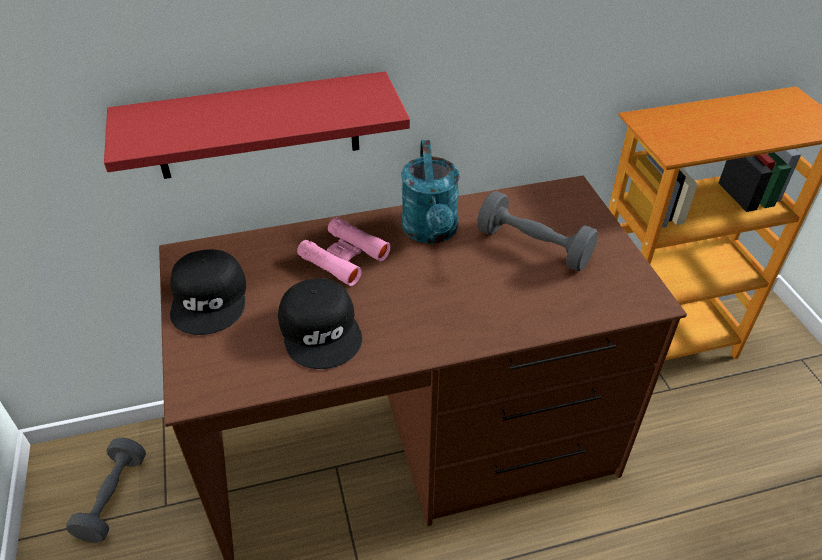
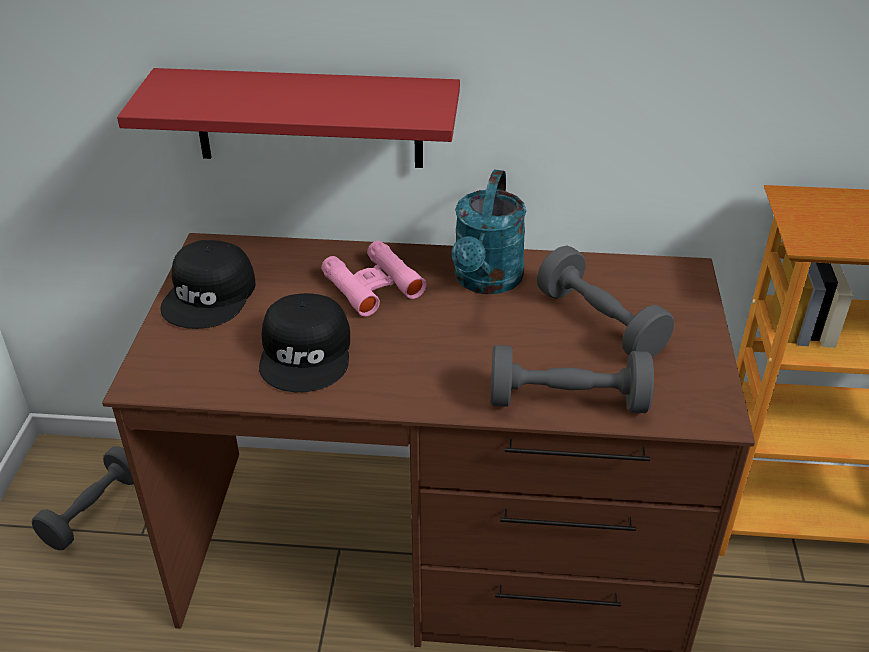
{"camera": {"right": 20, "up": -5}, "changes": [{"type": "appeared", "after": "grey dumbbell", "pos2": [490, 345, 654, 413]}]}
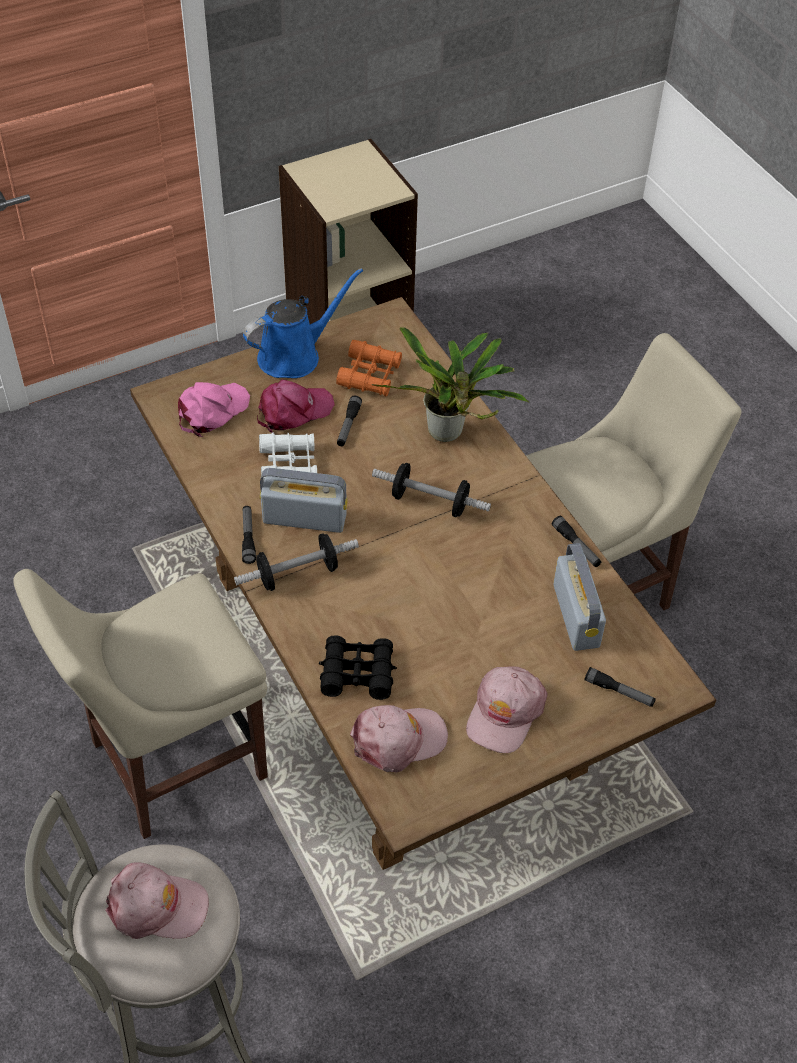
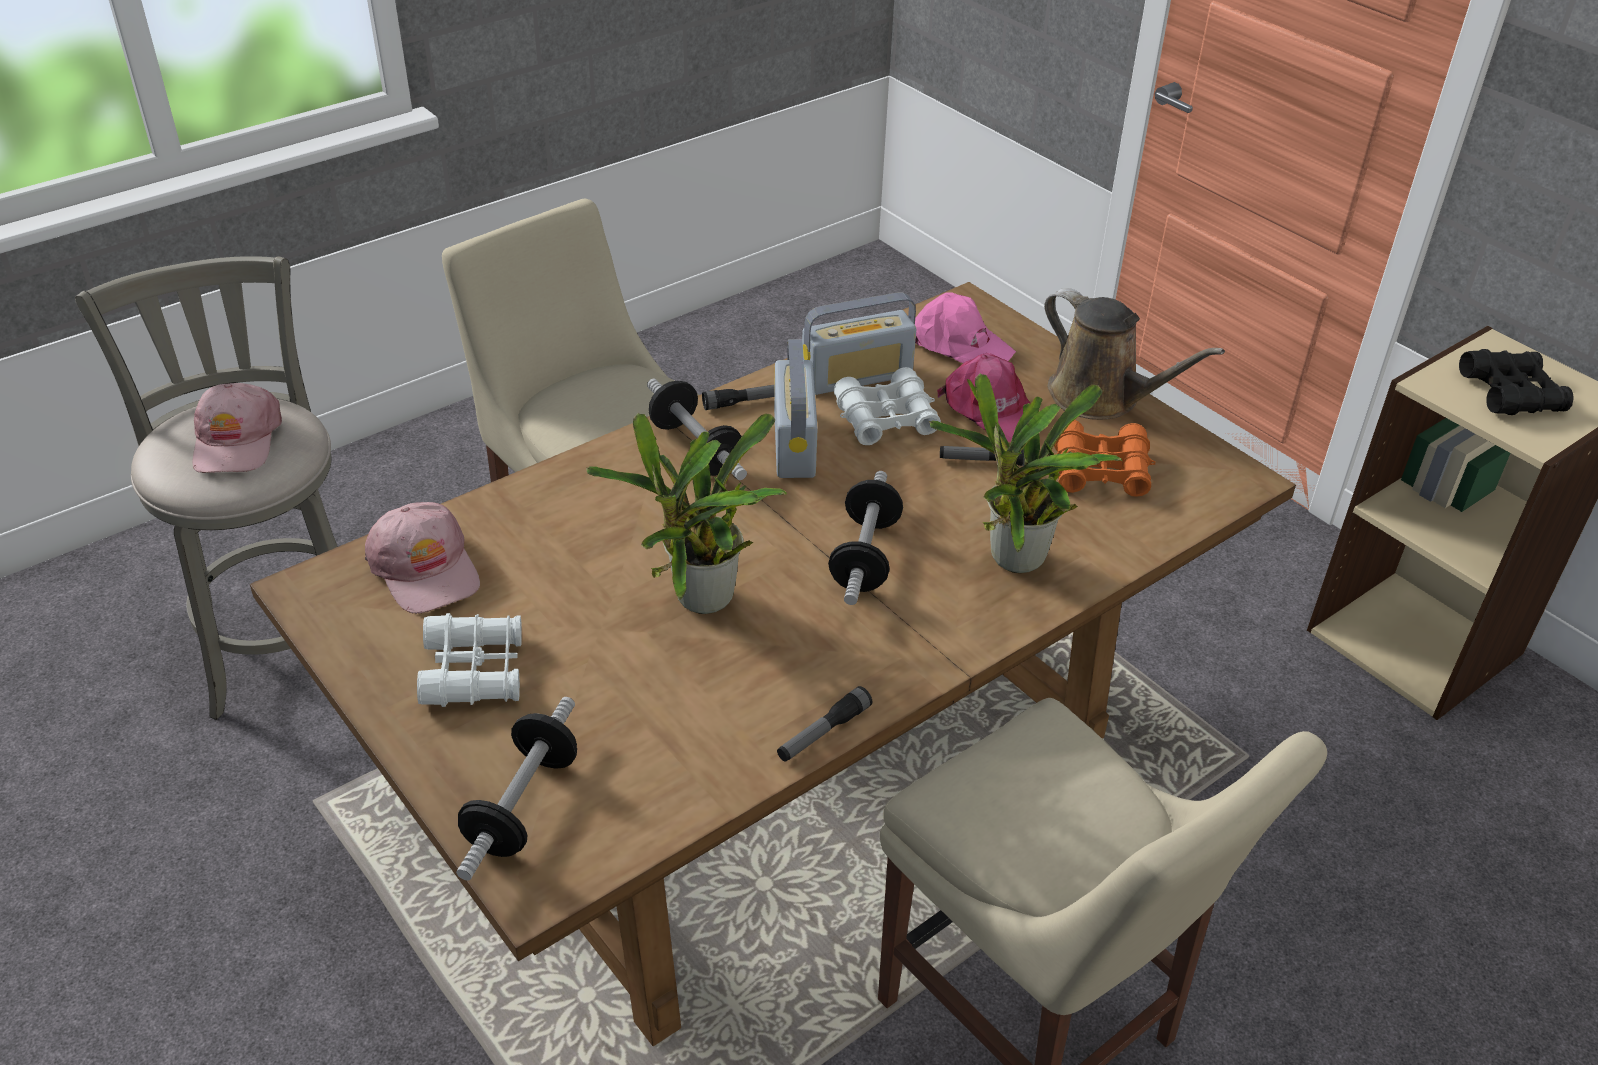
{"camera": {"right": 80, "up": -10}, "changes": [{"type": "appeared", "after": "potted plant", "pos2": [585, 413, 787, 614]}, {"type": "relocated", "before": "black binoculars", "pos1": [319, 636, 397, 700], "pos2": [1459, 349, 1574, 415]}, {"type": "relocated", "before": "radio", "pos1": [553, 543, 606, 651], "pos2": [802, 292, 916, 395]}, {"type": "exchanged", "before": "pink cap", "after": "white binoculars", "pos1": [466, 666, 548, 753], "pos2": [417, 613, 522, 707]}, {"type": "exchanged", "before": "flashlight", "after": "dumbbell", "pos1": [584, 667, 656, 707], "pos2": [456, 697, 577, 880]}, {"type": "colour", "before": "blue watering can", "after": "brown watering can", "pos1": [243, 268, 363, 378], "pos2": [1044, 288, 1225, 420]}]}
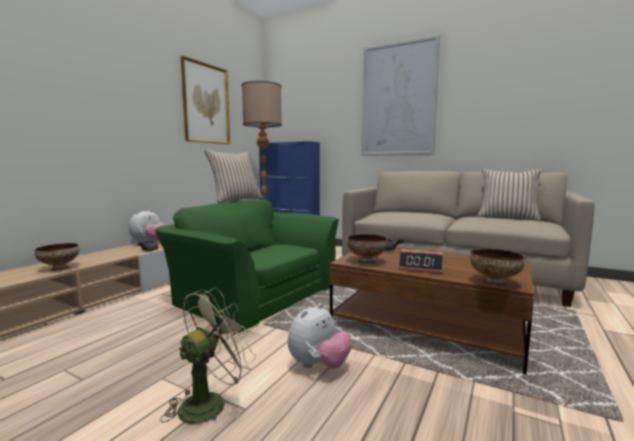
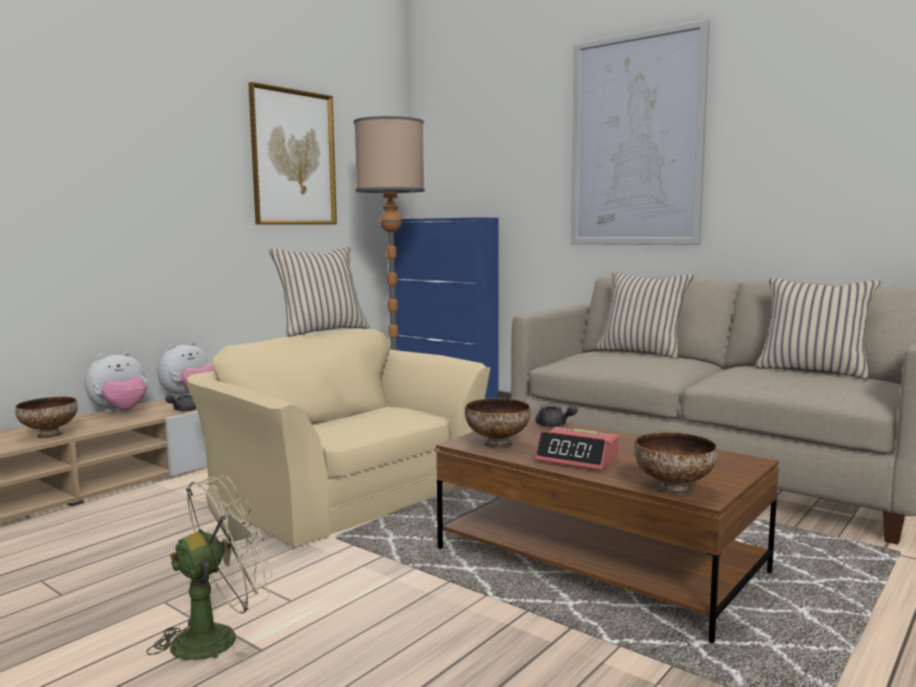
{"camera": {"right": 10, "up": 0}, "changes": [{"type": "appeared", "after": "beige pillow", "pos2": [596, 272, 694, 359]}, {"type": "relocated", "before": "plush toy", "pos1": [288, 303, 352, 369], "pos2": [85, 351, 147, 413]}, {"type": "colour", "before": "green armchair", "after": "beige armchair", "pos1": [155, 199, 339, 333], "pos2": [187, 329, 491, 548]}]}
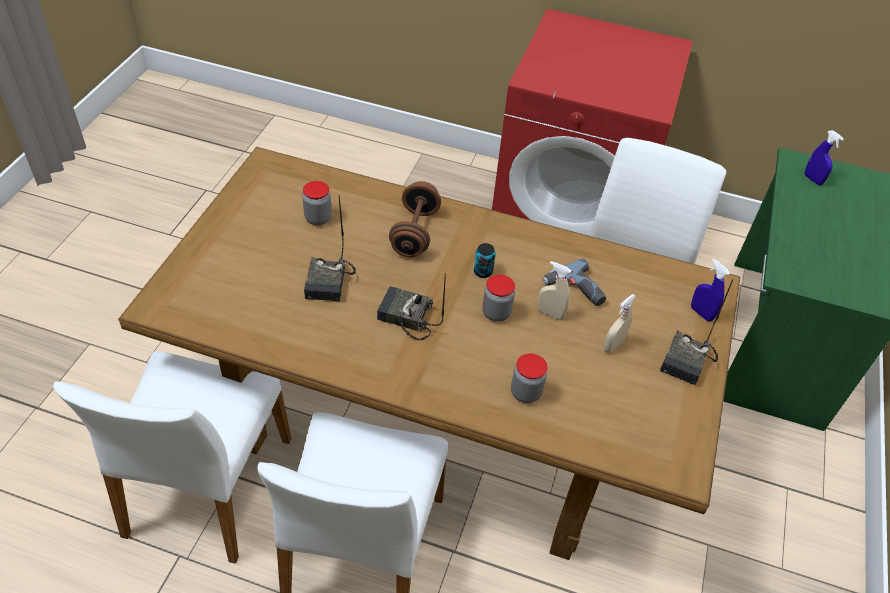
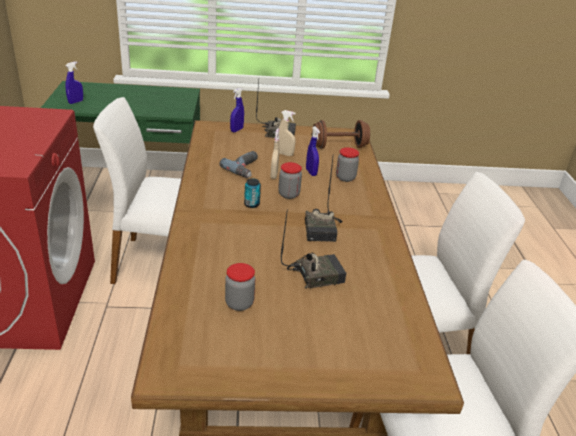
{"camera": {"right": -110, "up": -15}, "changes": [{"type": "appeared", "after": "blue spray bottle", "pos2": [306, 126, 320, 176]}, {"type": "relocated", "before": "brown dumbbell", "pos1": [389, 181, 441, 257], "pos2": [312, 120, 370, 148]}]}
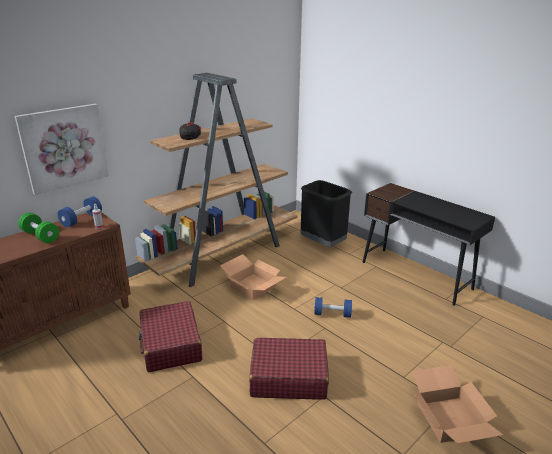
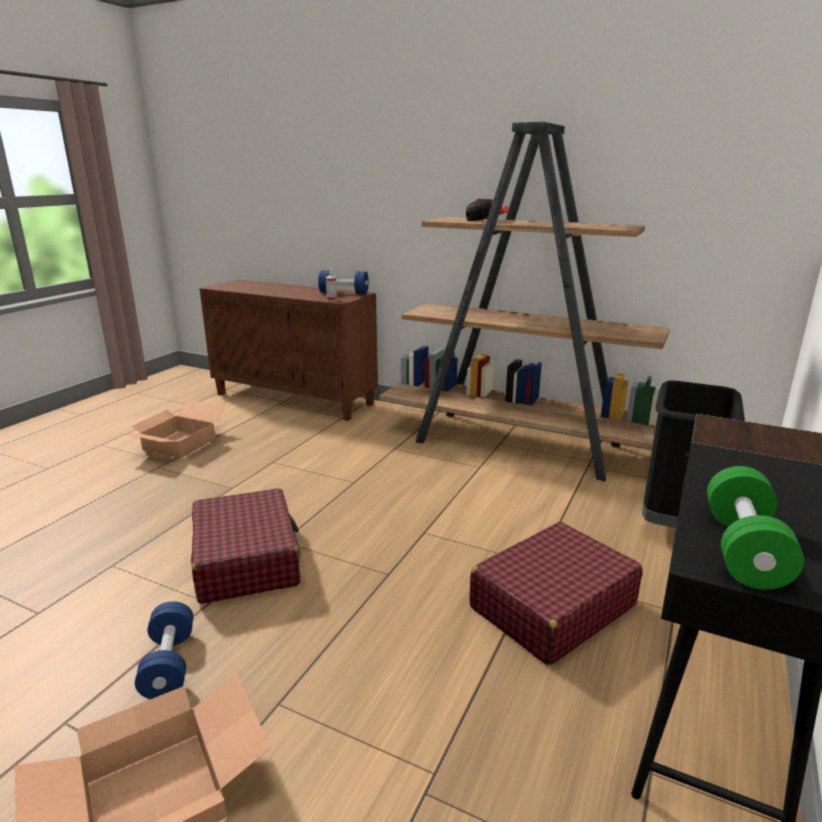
{"camera": {"right": 70, "up": -5}, "changes": [{"type": "missing", "before": "picture", "pos1": [15, 104, 109, 195]}, {"type": "relocated", "before": "green dumbbell", "pos1": [18, 213, 59, 243], "pos2": [707, 466, 804, 590]}, {"type": "relocated", "before": "red suitcase", "pos1": [138, 301, 202, 372], "pos2": [470, 522, 643, 665]}, {"type": "relocated", "before": "cardboard box", "pos1": [220, 254, 286, 300], "pos2": [121, 400, 226, 459]}, {"type": "relocated", "before": "blue dumbbell", "pos1": [314, 297, 352, 318], "pos2": [135, 601, 193, 699]}]}
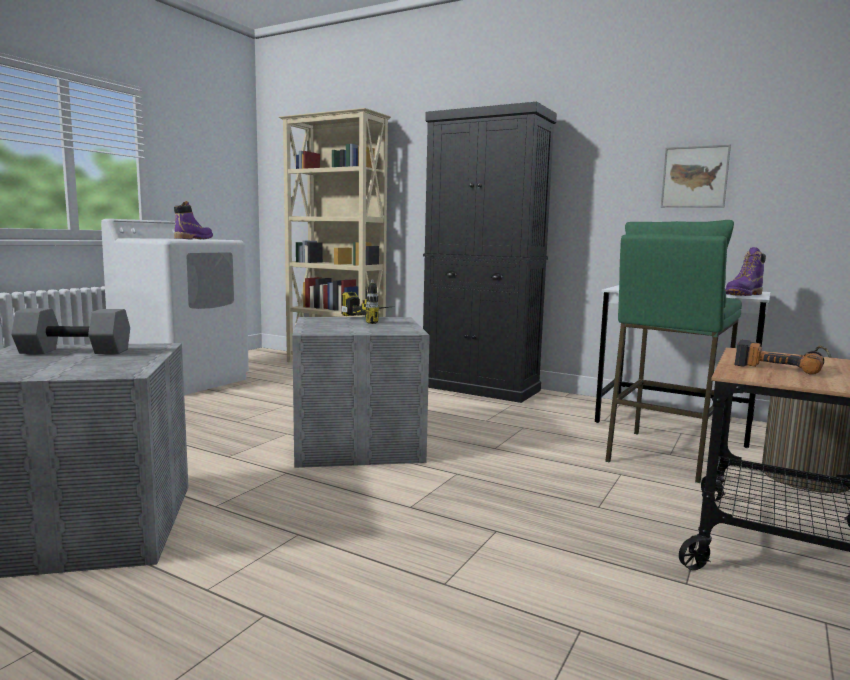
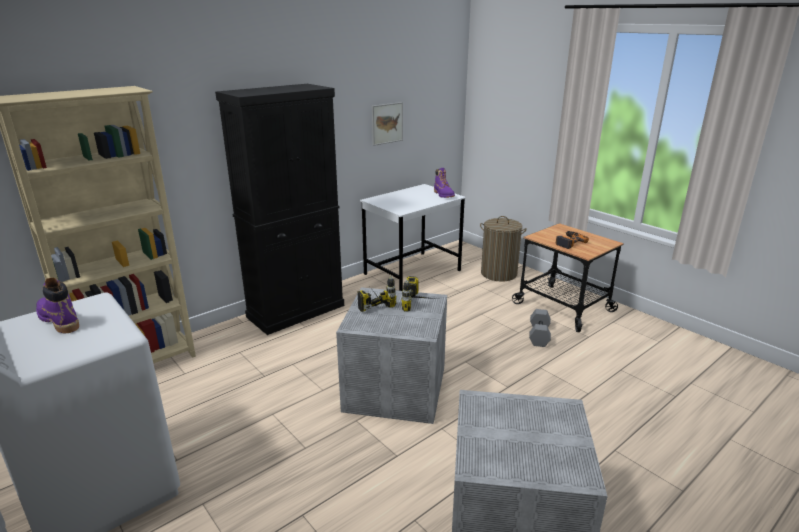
{"camera": {"right": -70, "up": 15}, "changes": [{"type": "missing", "before": "green stool", "pos1": [605, 220, 742, 483]}, {"type": "appeared", "after": "power drill", "pos2": [401, 276, 437, 312]}, {"type": "relocated", "before": "grey dumbbell", "pos1": [11, 308, 130, 354], "pos2": [529, 309, 551, 347]}]}
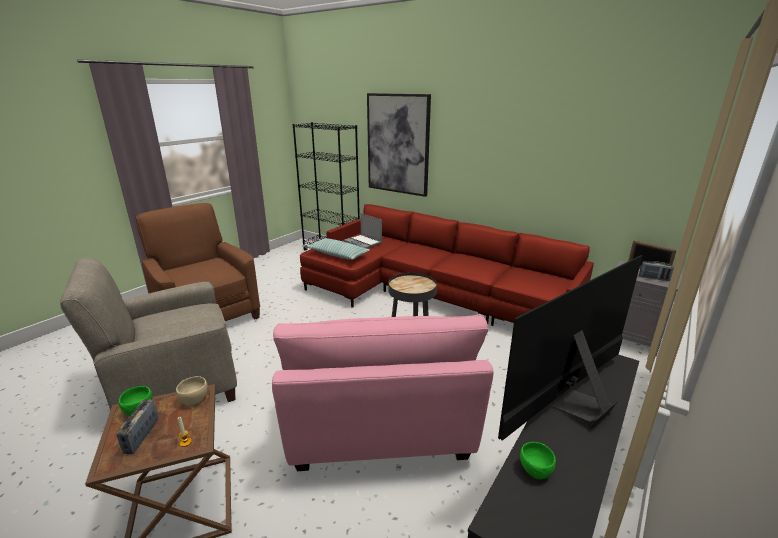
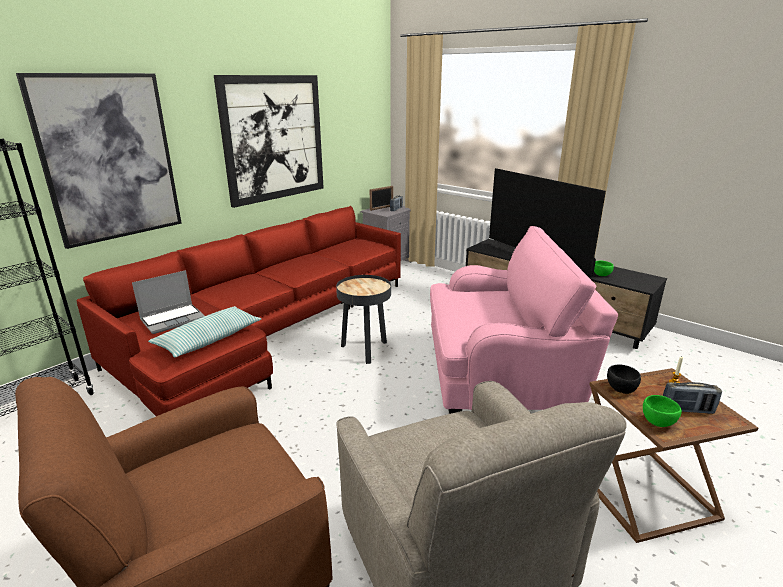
{"camera": {"right": -85, "up": 0}, "changes": [{"type": "appeared", "after": "picture", "pos2": [214, 75, 324, 208]}, {"type": "colour", "before": "beige bowl", "after": "black bowl", "pos1": [176, 376, 208, 405], "pos2": [607, 365, 641, 394]}]}
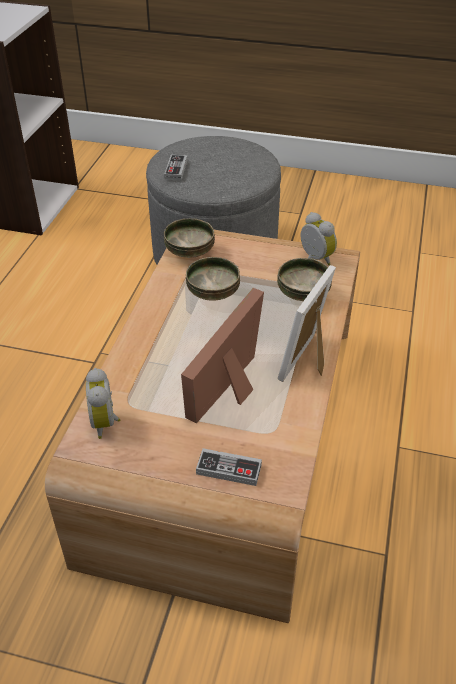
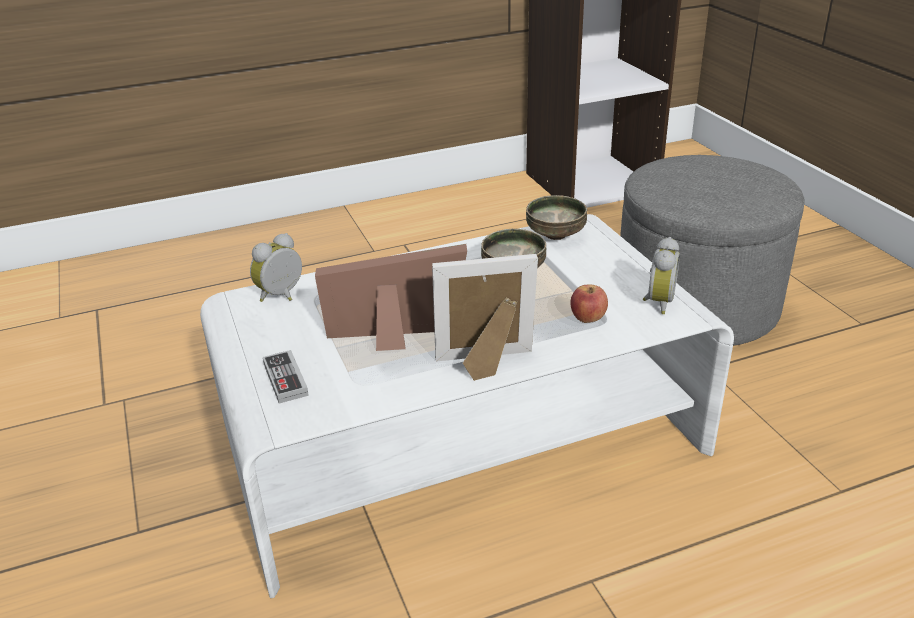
{"camera": {"right": 55, "up": -10}, "changes": [{"type": "missing", "before": "game controller", "pos1": [164, 155, 187, 180]}, {"type": "exchanged", "before": "bowl", "after": "apple", "pos1": [277, 258, 332, 301], "pos2": [570, 284, 608, 323]}, {"type": "colour", "before": "brown coffee table", "after": "white coffee table", "pos1": [45, 230, 360, 623], "pos2": [200, 214, 734, 598]}]}
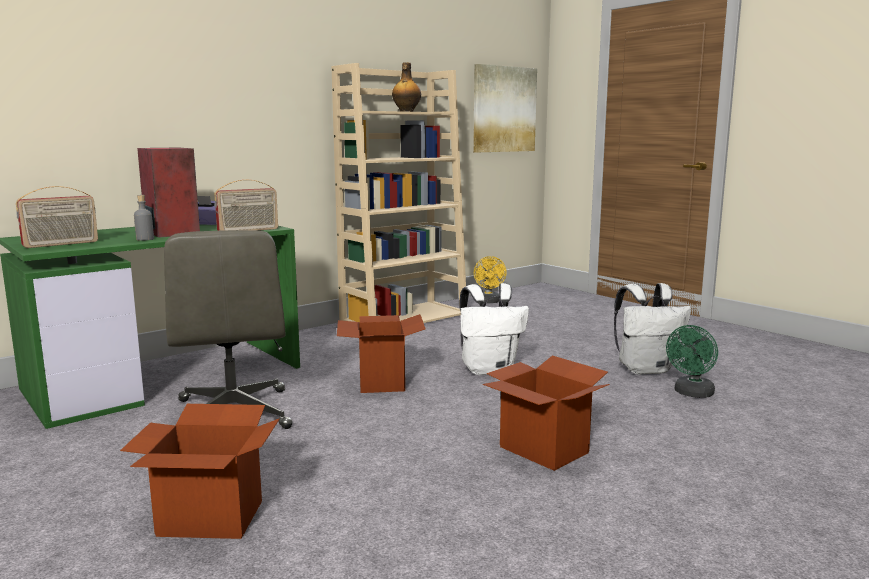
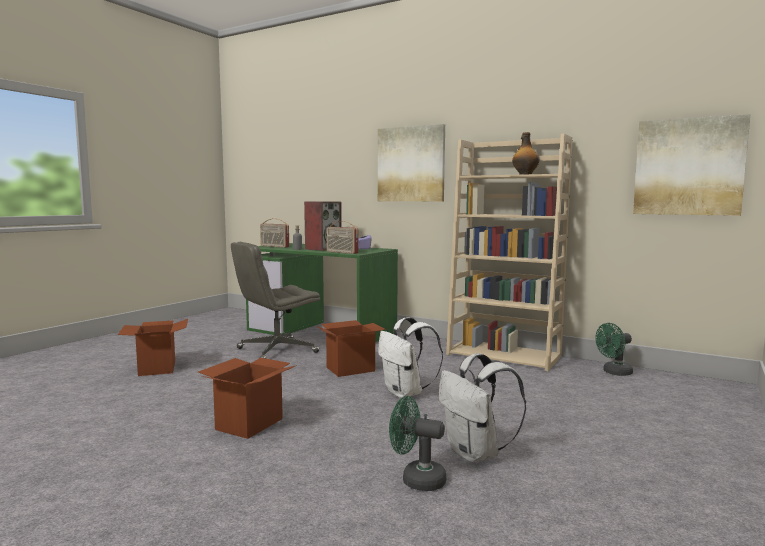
{"camera": {"right": 70, "up": -5}, "changes": [{"type": "appeared", "after": "picture", "pos2": [378, 124, 445, 201]}, {"type": "colour", "before": "yellow fan", "after": "green fan", "pos1": [474, 256, 507, 303], "pos2": [595, 323, 633, 376]}]}
